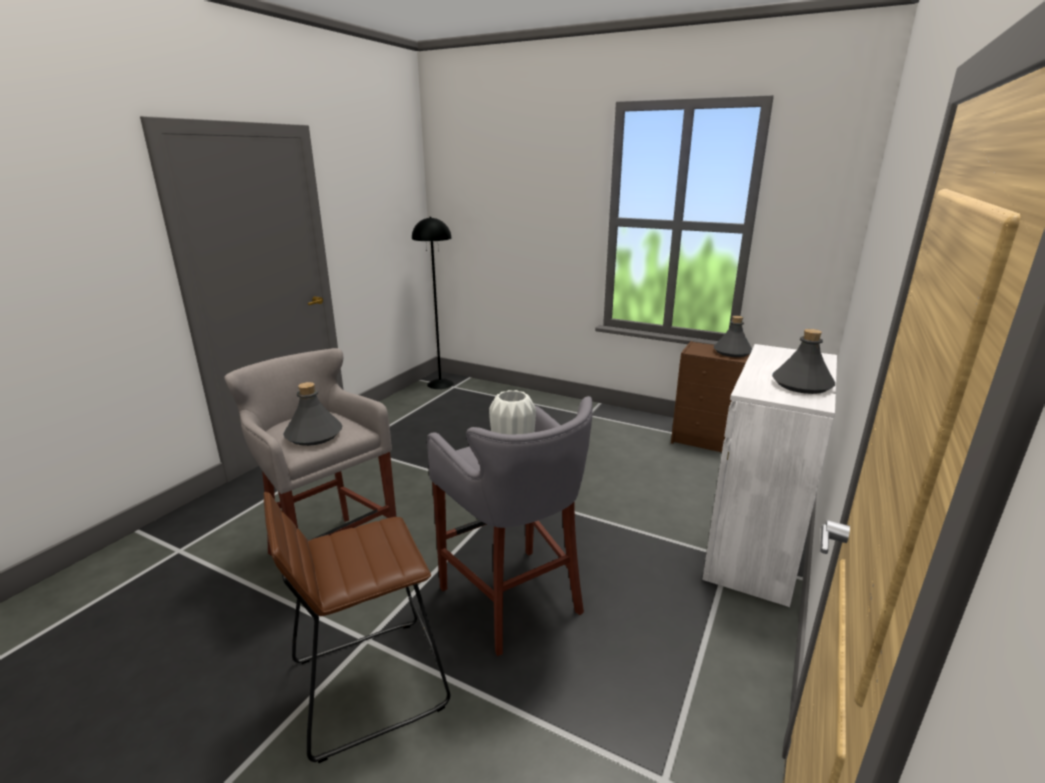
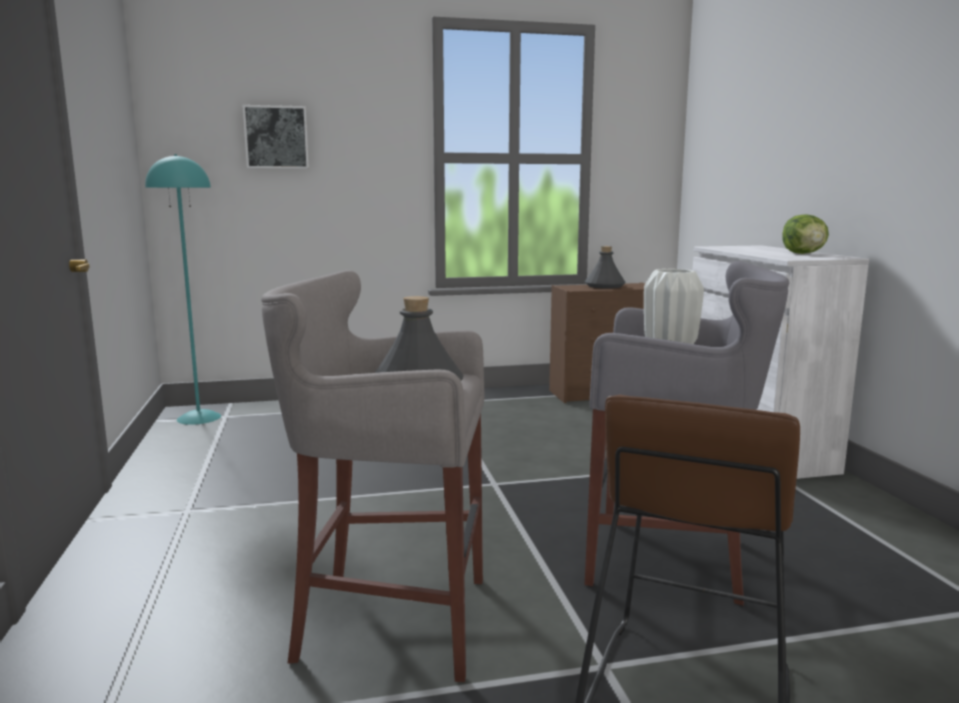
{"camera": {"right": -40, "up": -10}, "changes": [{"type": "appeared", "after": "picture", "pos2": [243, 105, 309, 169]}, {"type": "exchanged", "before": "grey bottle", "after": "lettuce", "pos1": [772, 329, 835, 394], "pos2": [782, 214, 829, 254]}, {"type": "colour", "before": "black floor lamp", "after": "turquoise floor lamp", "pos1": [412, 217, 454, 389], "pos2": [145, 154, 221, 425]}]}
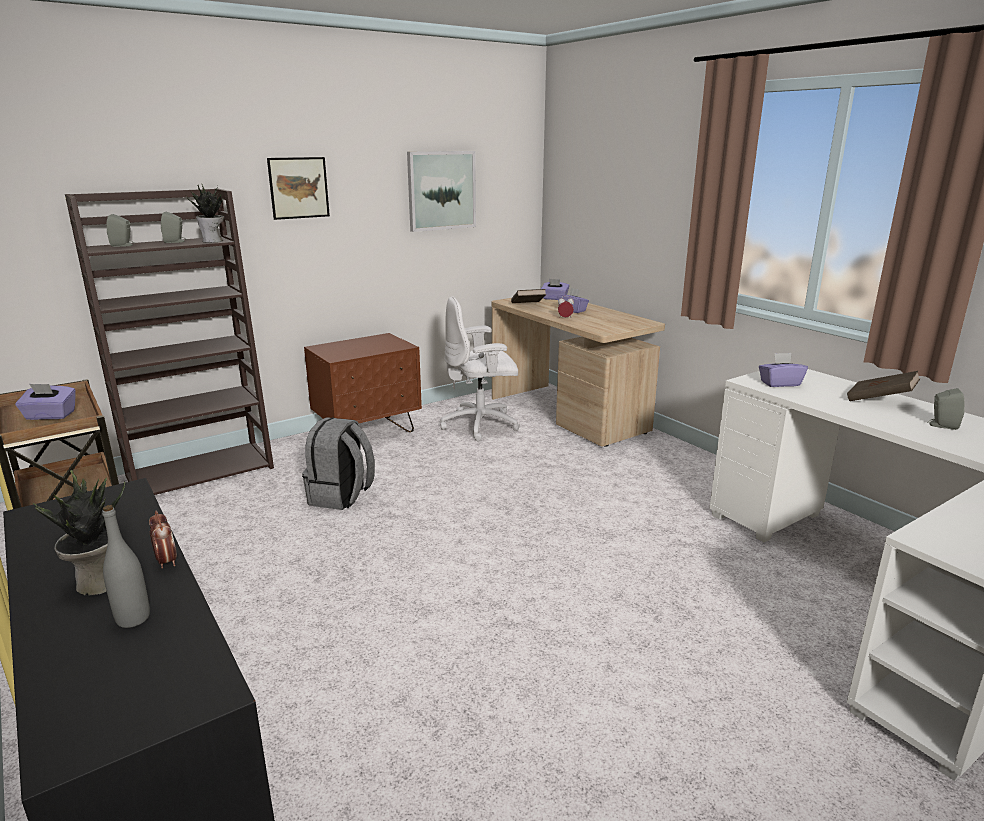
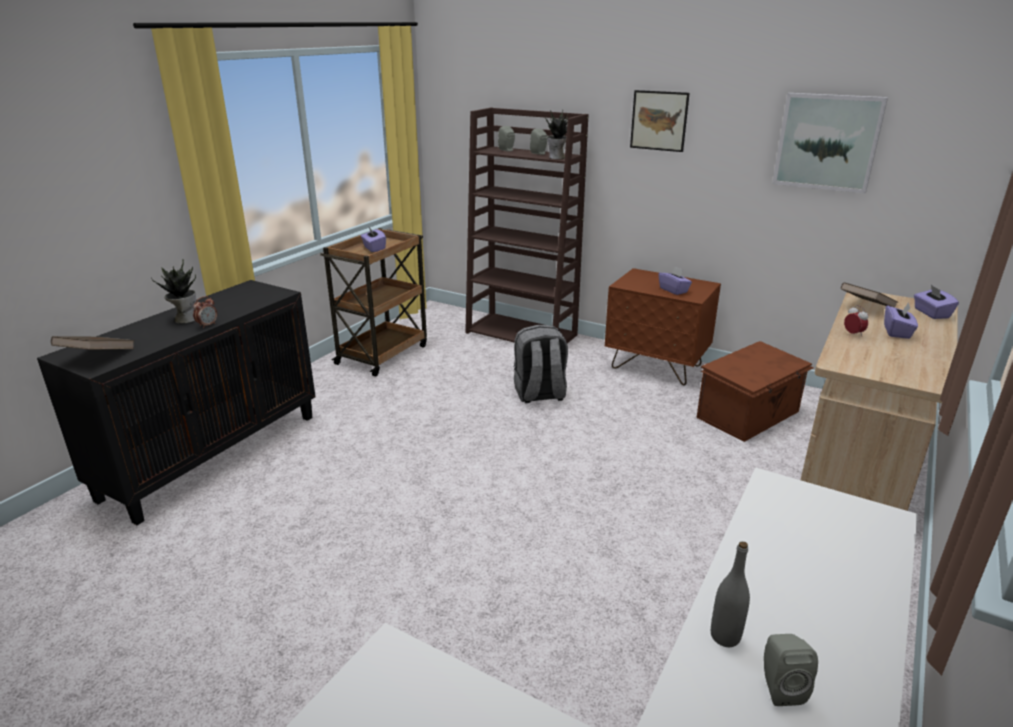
{"camera": {"right": 65, "up": 5}, "changes": [{"type": "relocated", "before": "grey bottle", "pos1": [102, 505, 150, 628], "pos2": [711, 541, 750, 647]}, {"type": "relocated", "before": "purple tissue box", "pos1": [759, 353, 808, 387], "pos2": [658, 267, 692, 295]}, {"type": "relocated", "before": "brown book", "pos1": [847, 371, 920, 401], "pos2": [51, 336, 135, 350]}, {"type": "exchanged", "before": "white office chair", "after": "brown storage box", "pos1": [440, 296, 520, 441], "pos2": [696, 341, 814, 442]}]}
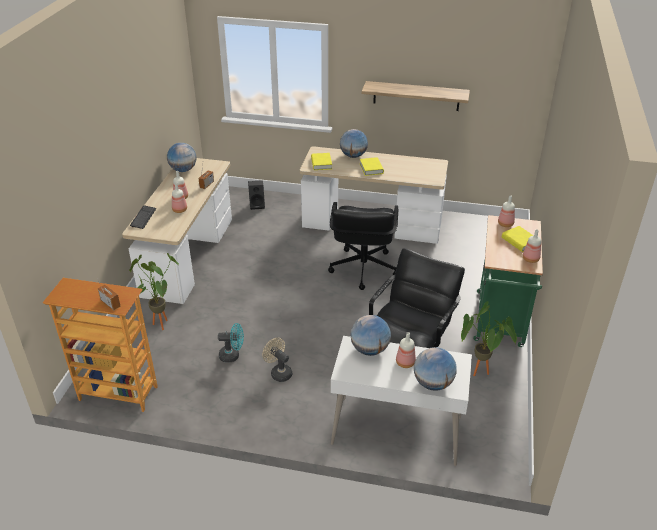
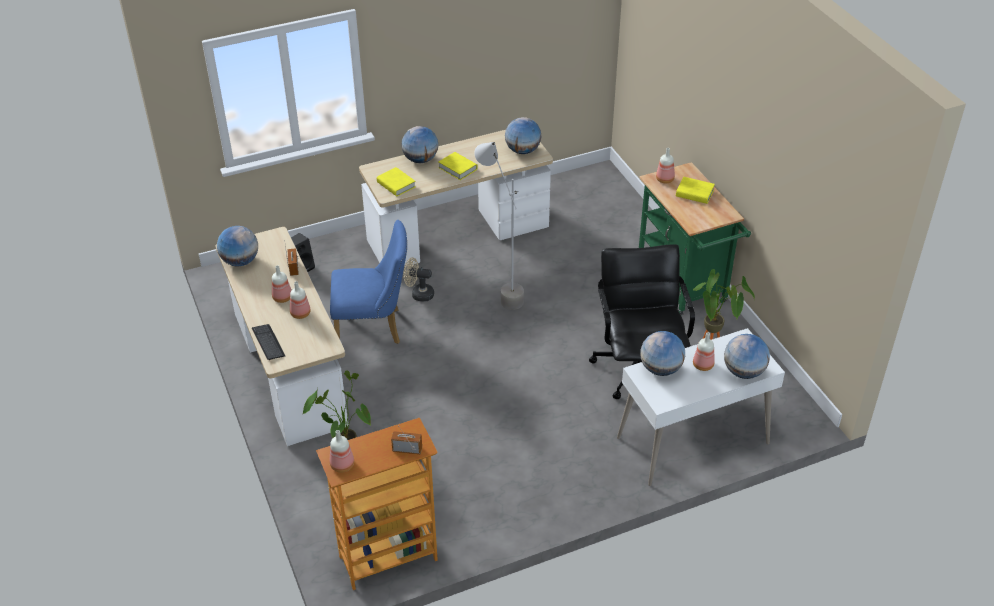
{"camera": {"right": -35, "up": 5}, "changes": [{"type": "missing", "before": "turquoise fan", "pos1": [218, 323, 244, 363]}, {"type": "missing", "before": "shelf", "pos1": [362, 81, 470, 111]}, {"type": "appeared", "after": "blue chair", "pos2": [330, 220, 407, 344]}, {"type": "appeared", "after": "globe", "pos2": [505, 117, 541, 154]}, {"type": "relocated", "before": "beige fan", "pos1": [262, 338, 292, 382], "pos2": [403, 257, 434, 302]}, {"type": "relocated", "before": "bottle", "pos1": [523, 229, 541, 263], "pos2": [330, 430, 354, 472]}, {"type": "exchanged", "before": "black office chair", "after": "grey floor lamp", "pos1": [328, 202, 398, 290], "pos2": [474, 142, 524, 310]}]}
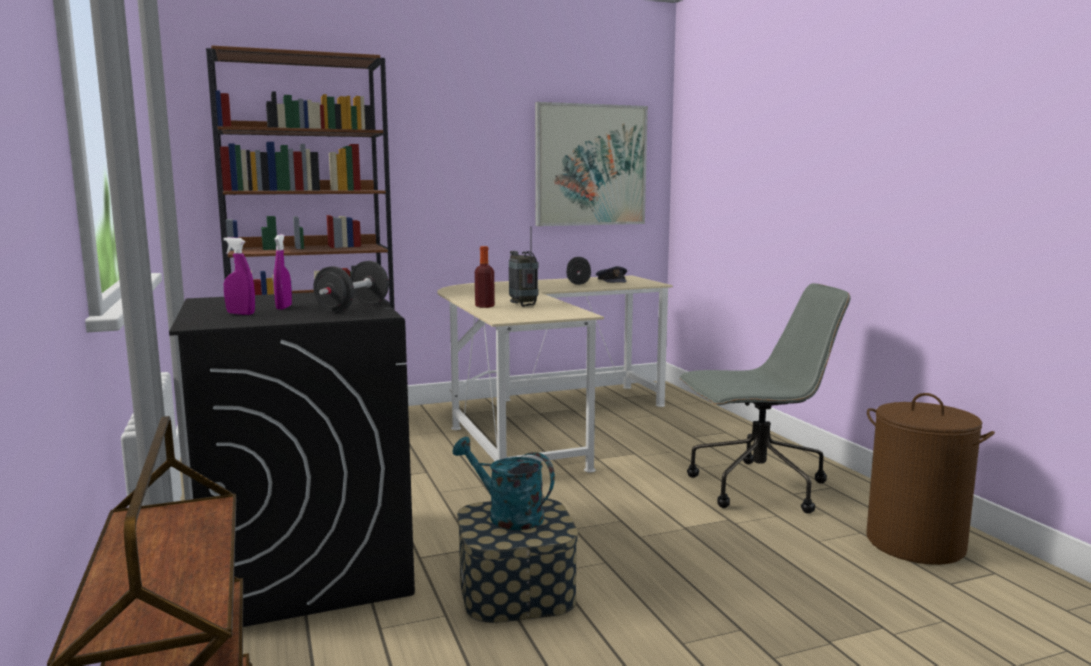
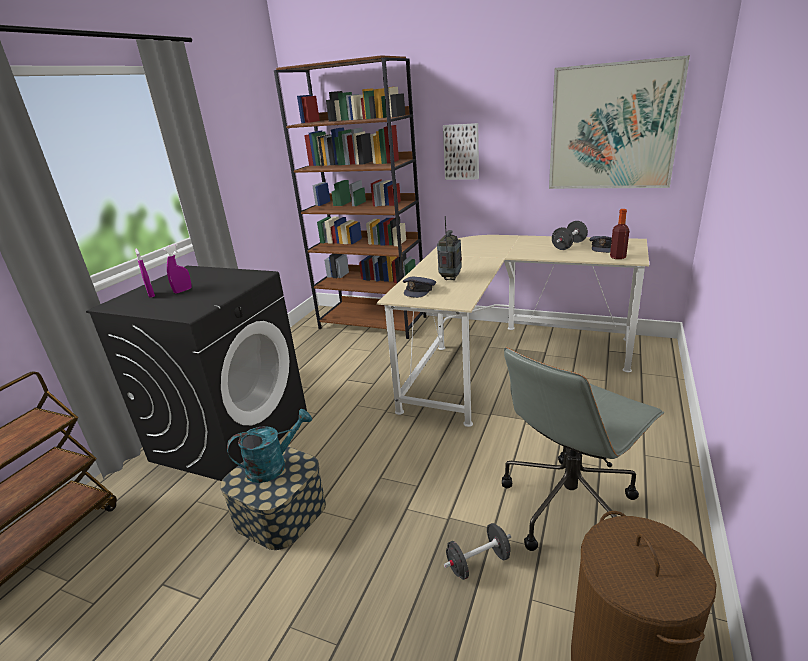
{"camera": {"right": 45, "up": 15}, "changes": [{"type": "appeared", "after": "grey cap", "pos2": [403, 276, 436, 298]}, {"type": "appeared", "after": "picture", "pos2": [443, 123, 479, 180]}, {"type": "relocated", "before": "black dumbbell", "pos1": [313, 261, 389, 313], "pos2": [444, 523, 511, 580]}, {"type": "relocated", "before": "bottle", "pos1": [475, 246, 495, 308], "pos2": [610, 209, 629, 259]}, {"type": "spun", "before": "turquoise watering can", "pos1": [452, 437, 555, 530], "pos2": [227, 409, 312, 483], "turn": 75}, {"type": "spun", "before": "grey office chair", "pos1": [679, 283, 851, 514], "pos2": [502, 347, 664, 551], "turn": 105}]}
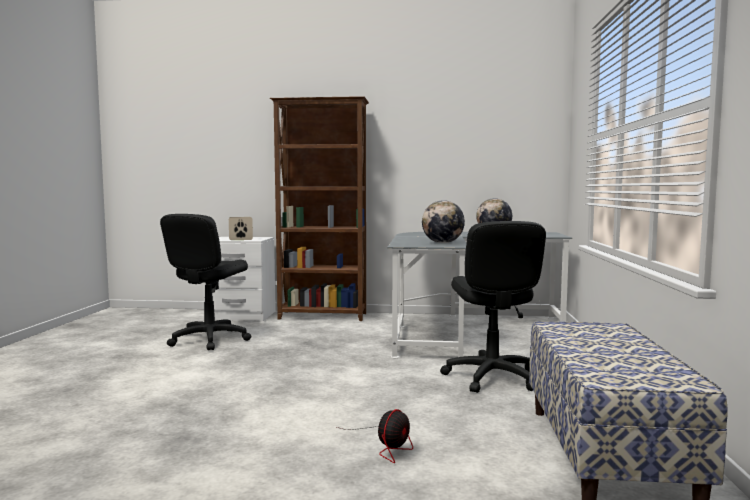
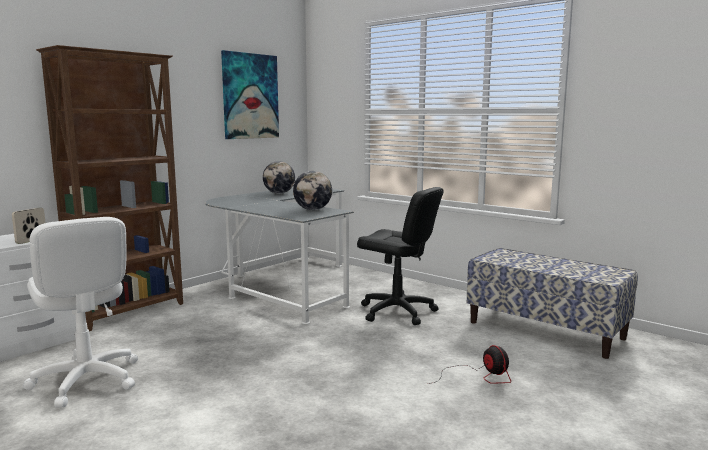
{"camera": {"right": -55, "up": 5}, "changes": [{"type": "appeared", "after": "picture", "pos2": [221, 50, 279, 139]}, {"type": "colour", "before": "black office chair", "after": "white office chair", "pos1": [160, 214, 251, 350], "pos2": [23, 217, 138, 407]}]}
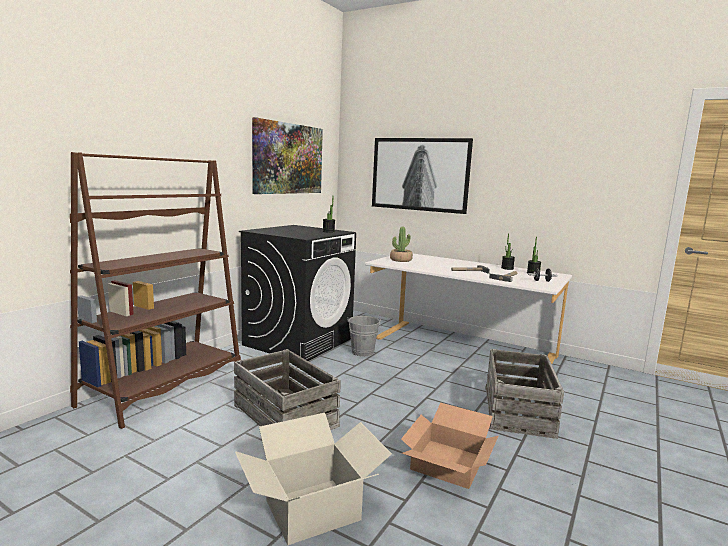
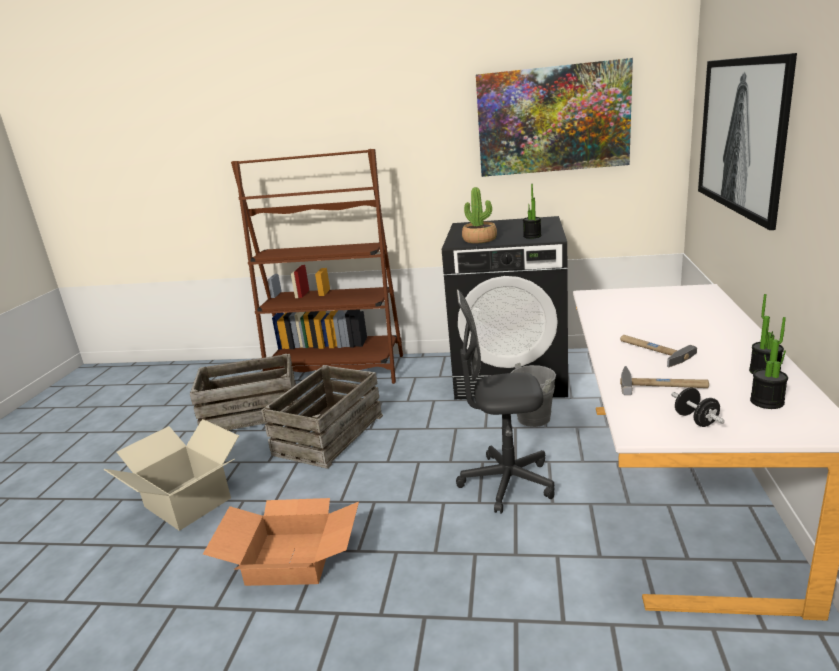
{"camera": {"right": 70, "up": 10}, "changes": [{"type": "appeared", "after": "grey office chair", "pos2": [456, 289, 555, 514]}, {"type": "relocated", "before": "potted plant", "pos1": [390, 226, 413, 262], "pos2": [462, 187, 497, 243]}, {"type": "relocated", "before": "crate", "pos1": [485, 349, 564, 439], "pos2": [190, 354, 298, 430]}]}
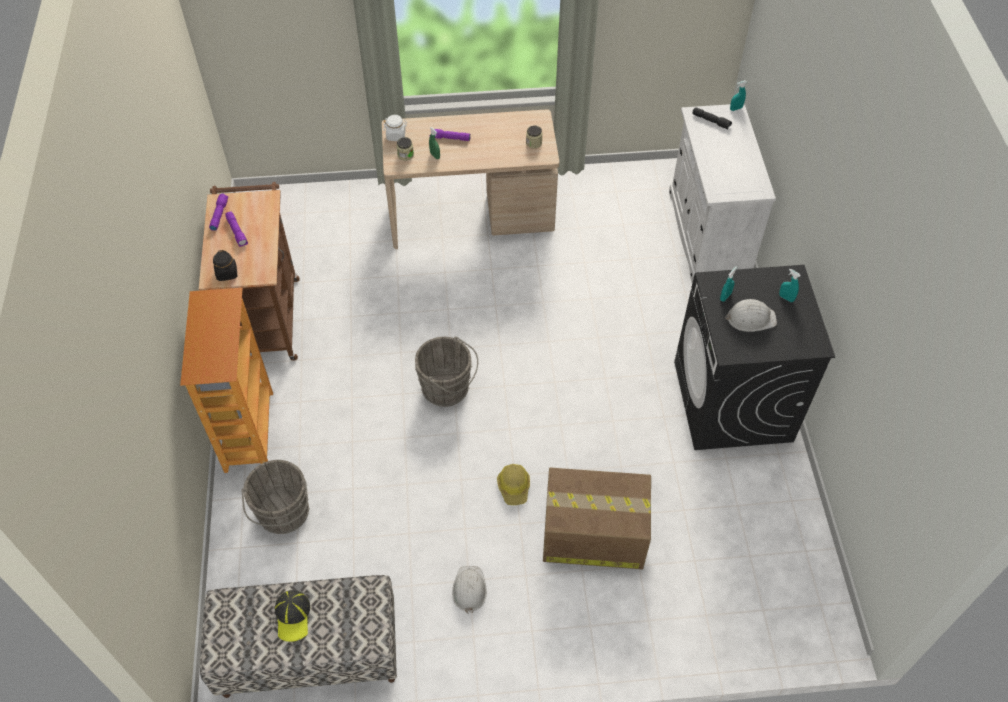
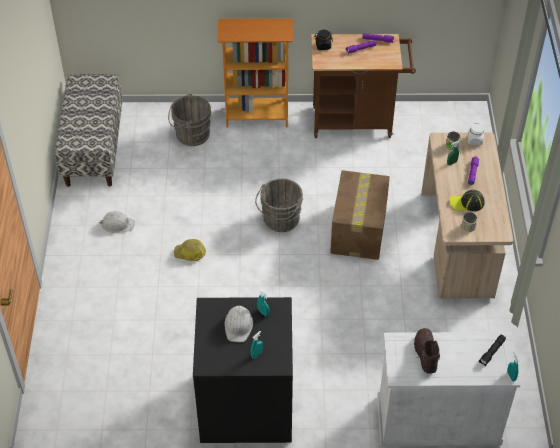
{"camera": {"right": 95, "up": -5}, "changes": [{"type": "appeared", "after": "brown boot", "pos2": [414, 328, 440, 374]}, {"type": "relocated", "before": "cap", "pos1": [275, 590, 310, 642], "pos2": [449, 190, 485, 211]}, {"type": "relocated", "before": "cardboard box", "pos1": [543, 468, 651, 569], "pos2": [330, 170, 390, 260]}]}
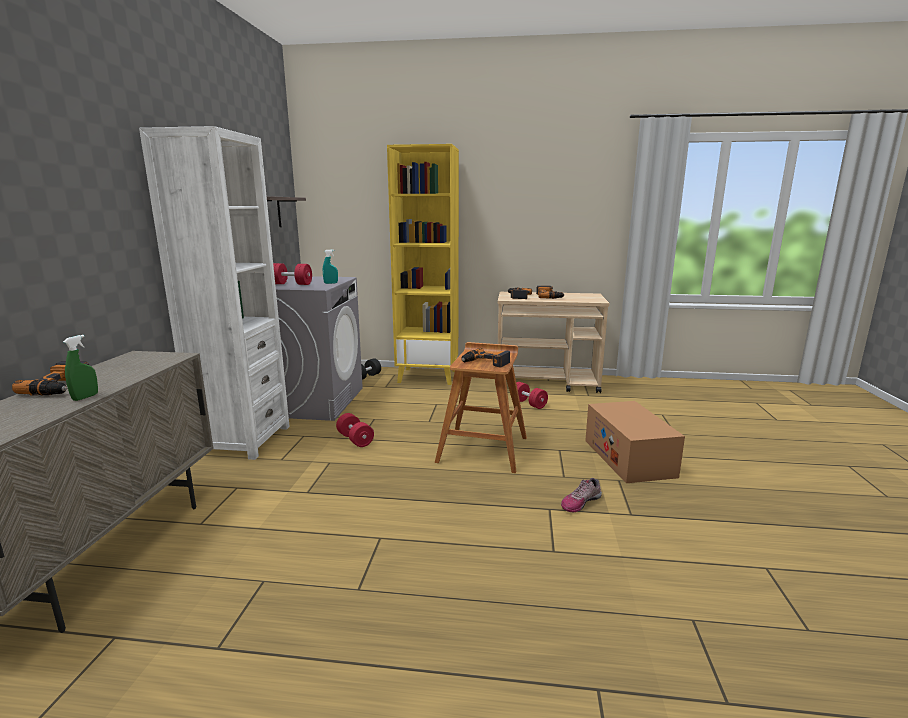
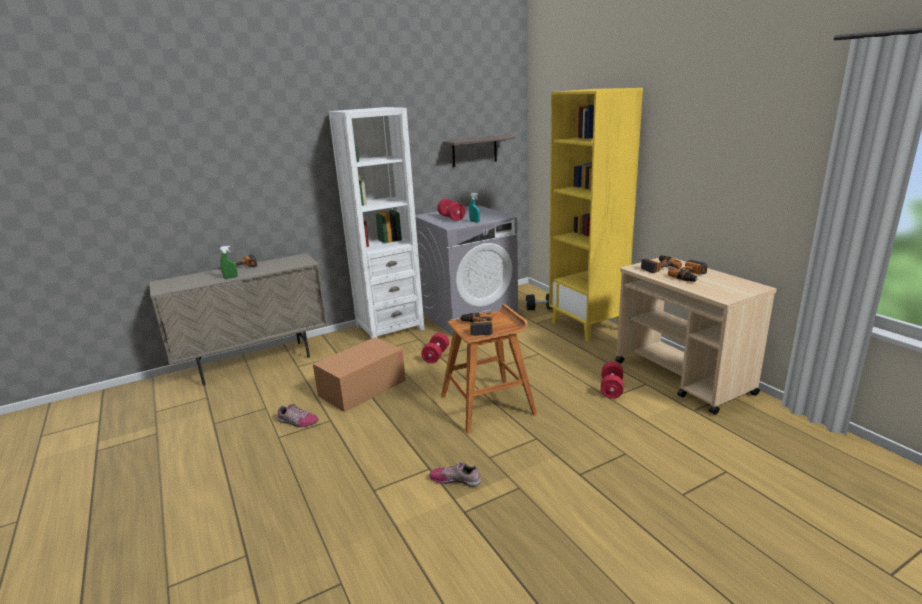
{"camera": {"right": 55, "up": 5}, "changes": [{"type": "appeared", "after": "shoe", "pos2": [278, 404, 318, 427]}, {"type": "relocated", "before": "cardboard box", "pos1": [585, 401, 685, 483], "pos2": [313, 337, 406, 412]}]}
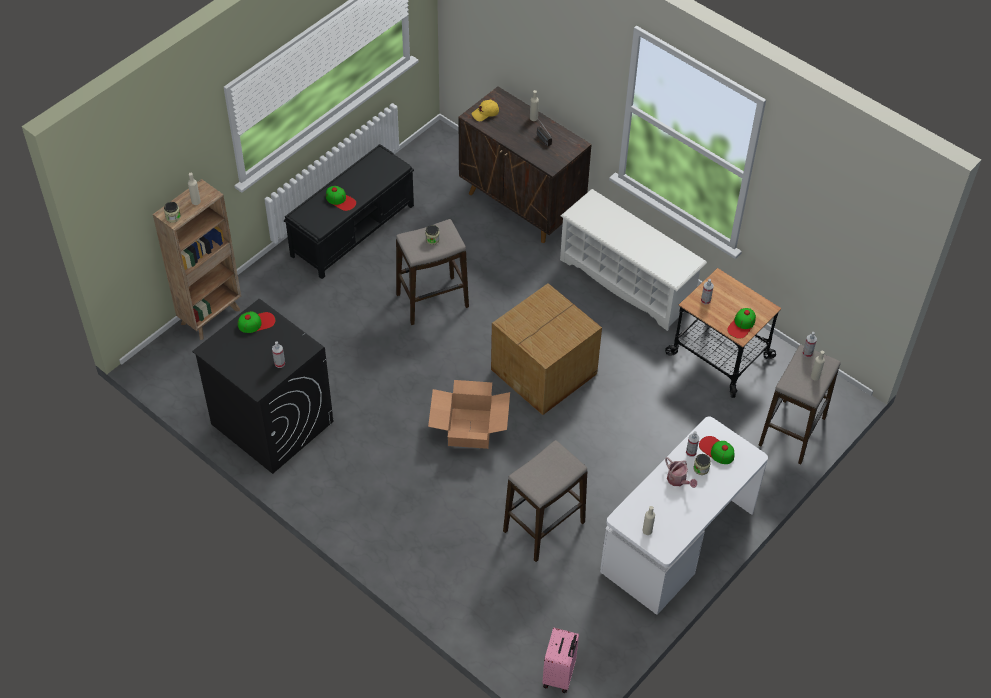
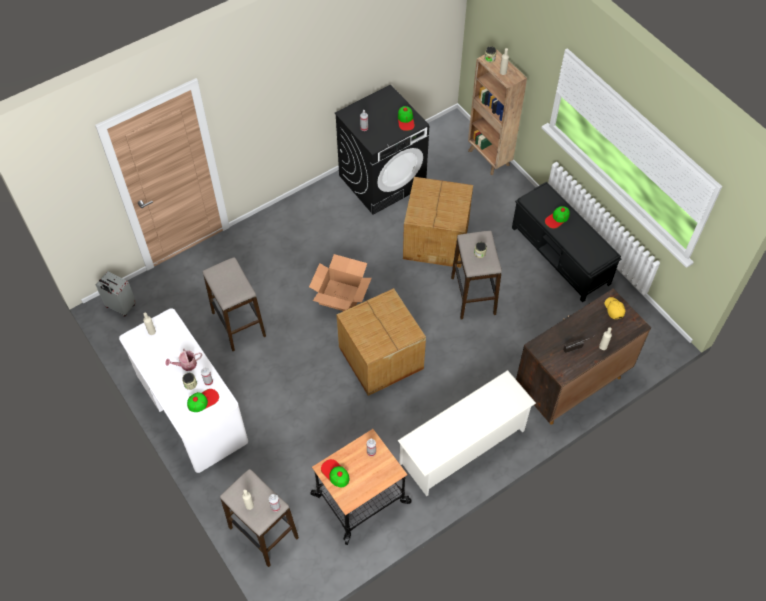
{"camera": {"right": 105, "up": 5}, "changes": [{"type": "appeared", "after": "cardboard box", "pos2": [403, 177, 473, 268]}, {"type": "colour", "before": "pink suitcase", "after": "grey suitcase", "pos1": [542, 628, 579, 693], "pos2": [96, 271, 136, 316]}]}
